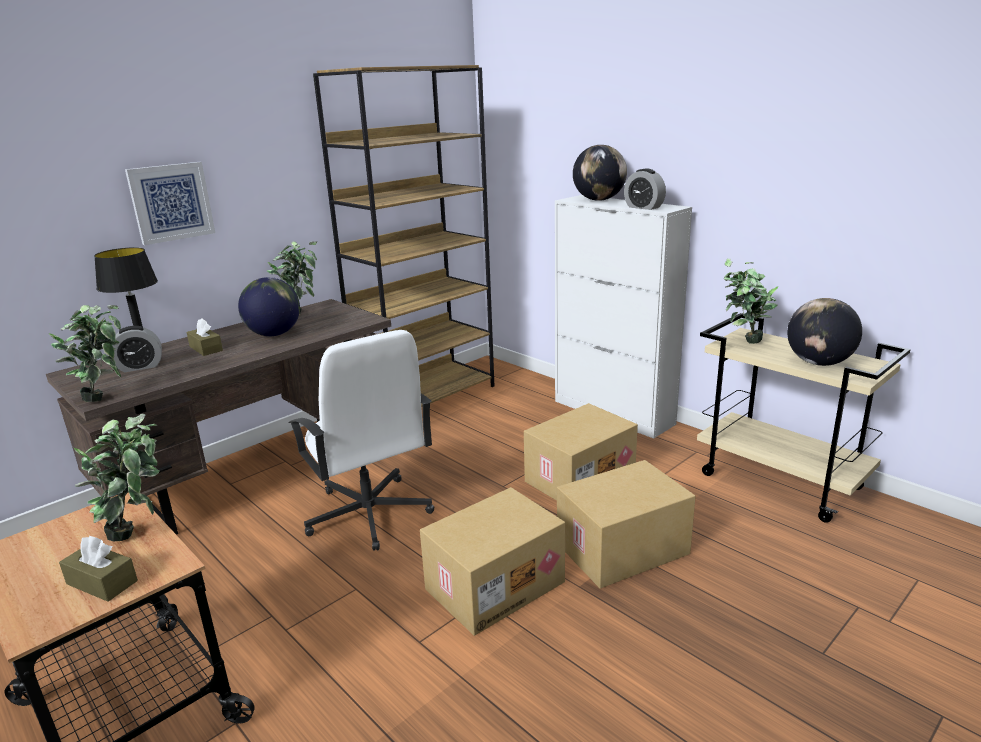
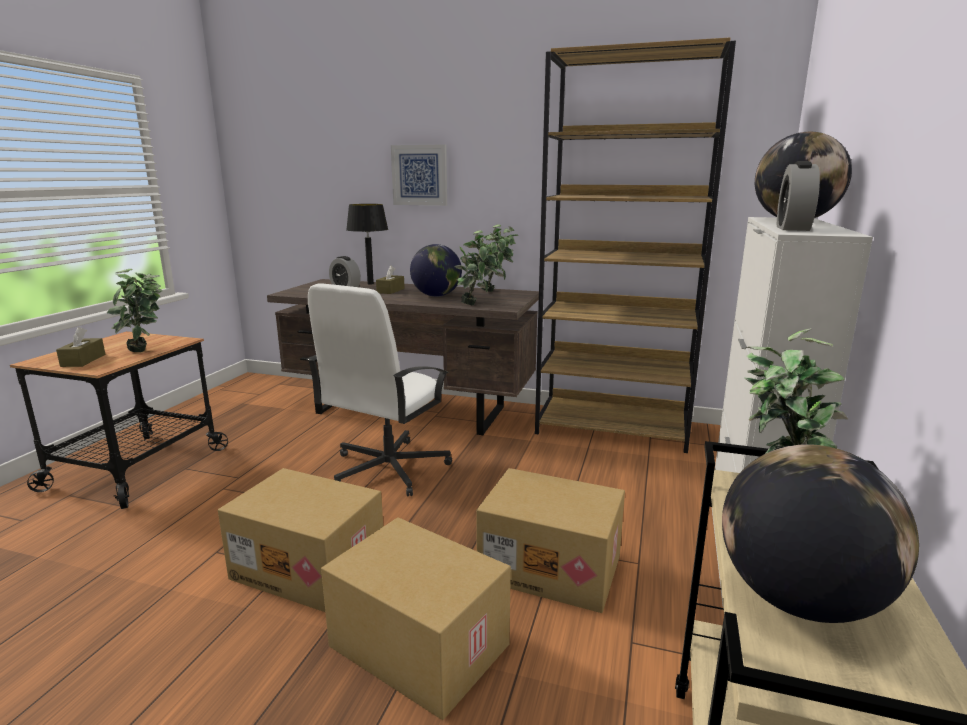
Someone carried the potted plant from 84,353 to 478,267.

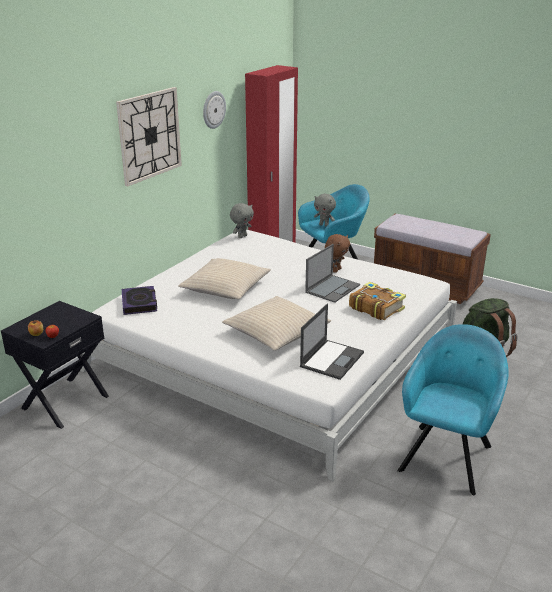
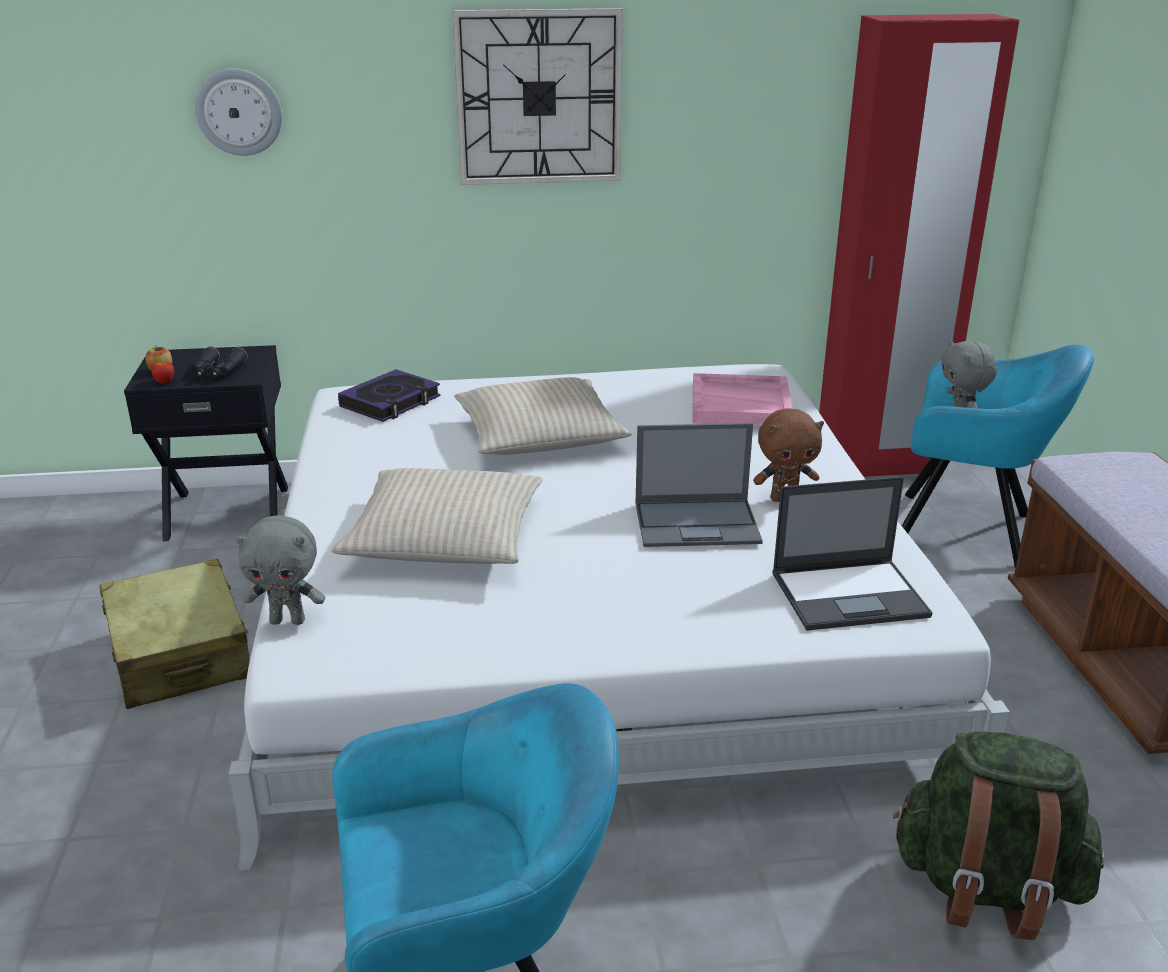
Someone took away the book at 377,301.
Someone put down the suitcase in beige at 174,634.
Someone put down the binoculars in black at 220,362.
Someone put down the tray in pink at 742,399.
Someone carried the wall clock from 214,110 to 238,112.
Someone carried the plush toy in grey from 242,220 to 280,570.
Someone carried the laptop from 332,342 to 852,554.

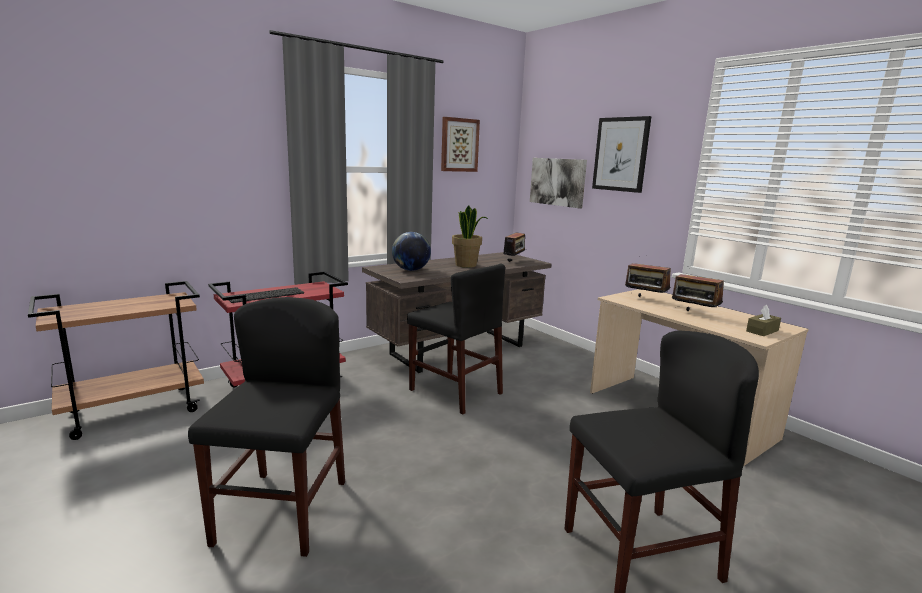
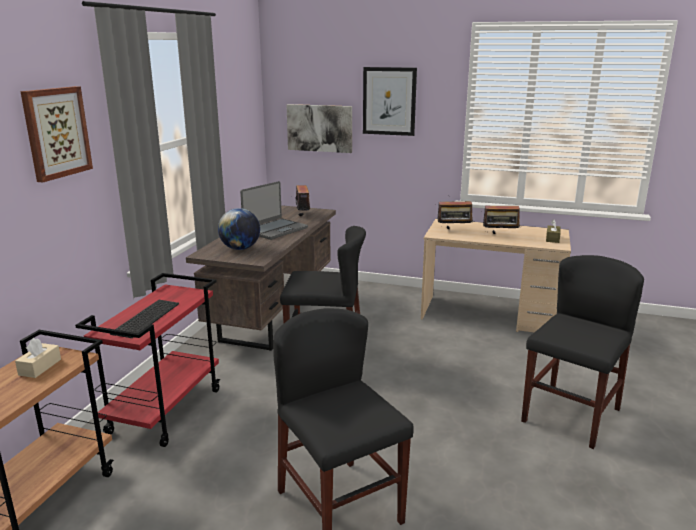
Someone put down the tissue box in beige at 38,358.
Someone carried the picture from 460,144 to 56,134.
Someone swapped the potted plant at 470,237 for the laptop at 274,210.

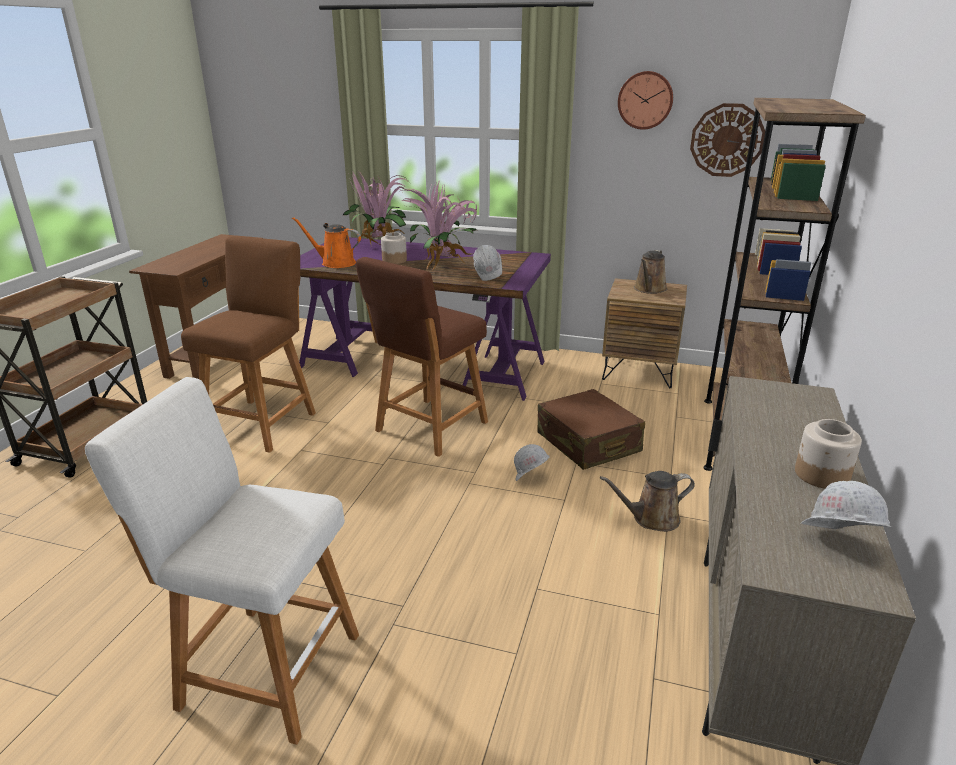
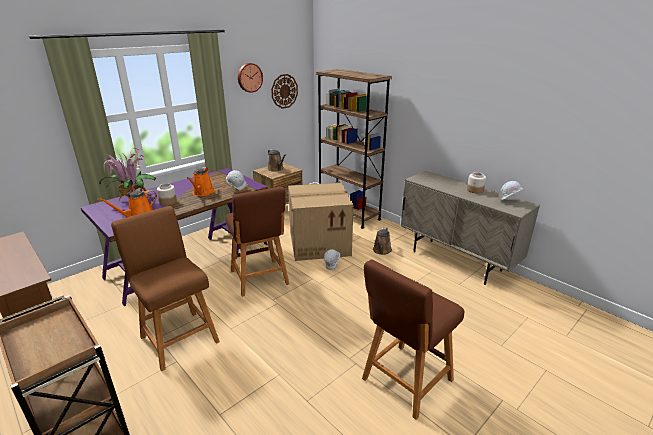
Someone swapped the potted plant at 438,225 for the watering can in orange at 201,181.
Someone swapped the suitcase in brown at 591,429 for the cardboard box at 321,221.
Someone repainted the stool in white at 222,561, which became the stool in brown at 413,340.

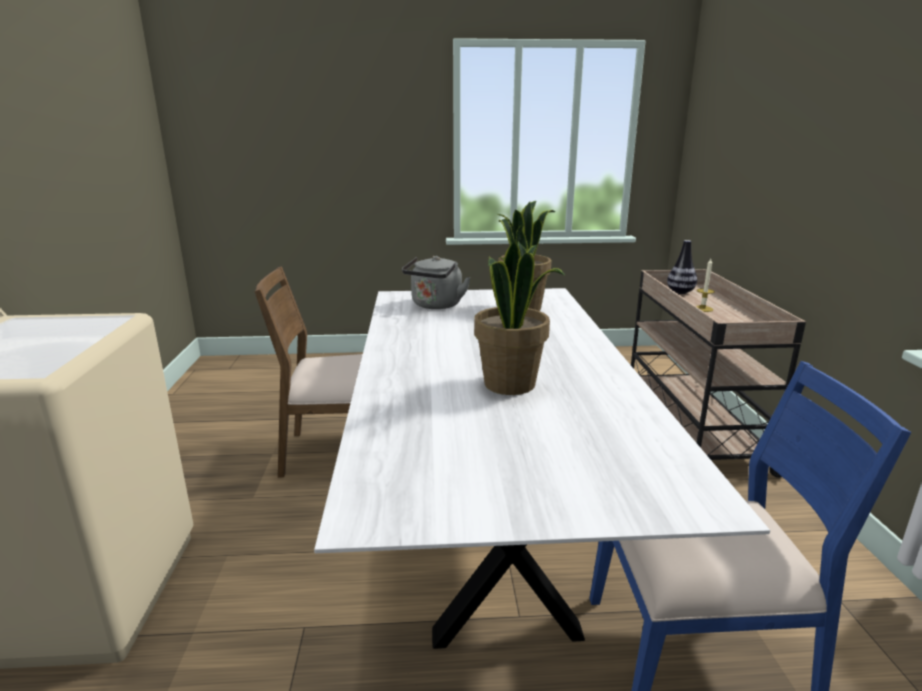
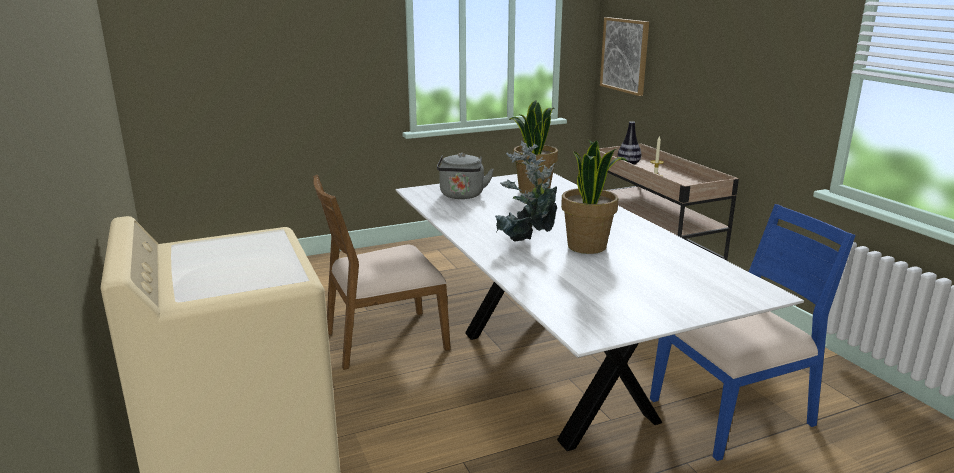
Someone put down the potted plant at 526,191.
Someone put up the picture at 624,56.

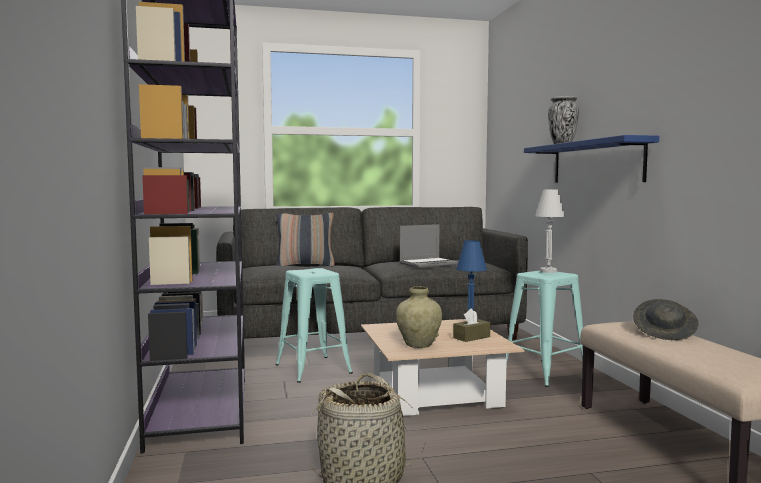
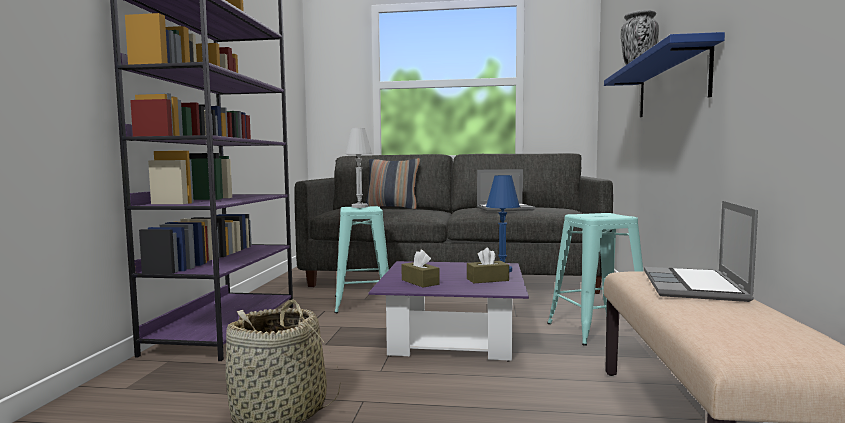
Someone carried the table lamp in white from 550,231 to 358,168.
Someone swapped the vase in beige at 419,317 for the tissue box in brown at 420,268.
Someone swapped the hat in grey at 666,319 for the laptop at 701,251.
Someone repainted the coffee table in beige at 443,367, which became the coffee table in purple at 448,311.

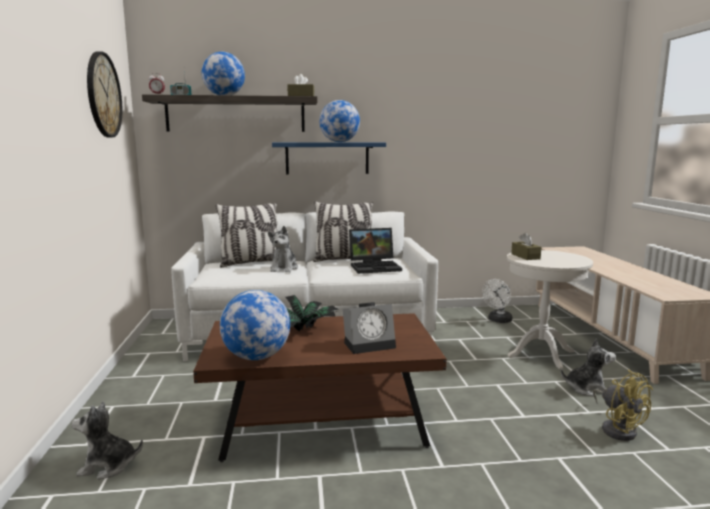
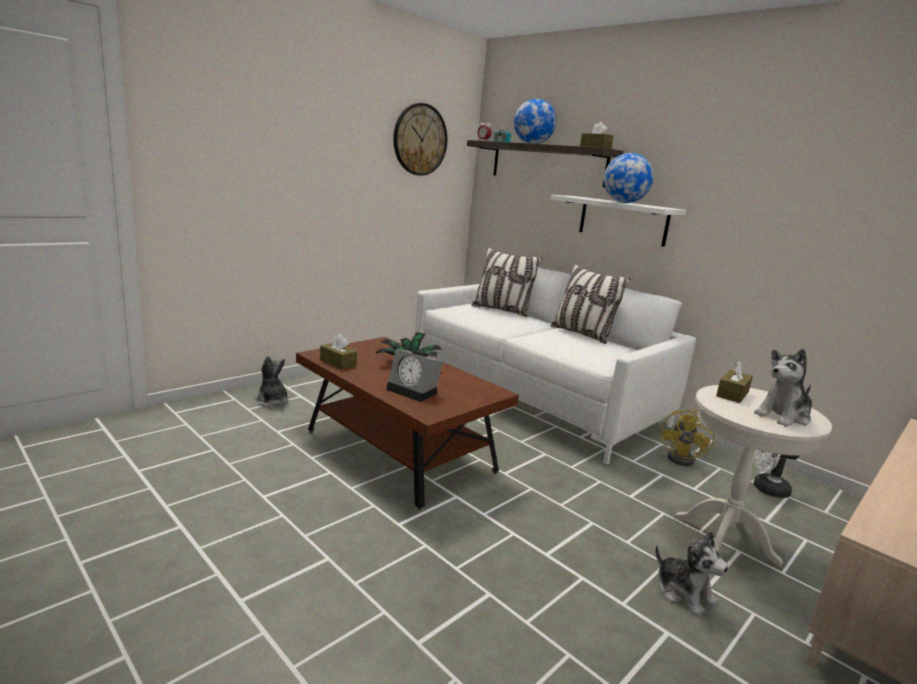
Someone took away the laptop at 375,251.
Someone carried the plush toy from 283,249 to 783,388.
Someone carried the fan in yellow from 623,405 to 687,437.
Someone swapped the globe at 255,325 for the tissue box in brown at 338,352.
Someone repainted the shelf in blue at 329,158, which became the shelf in white at 618,221.

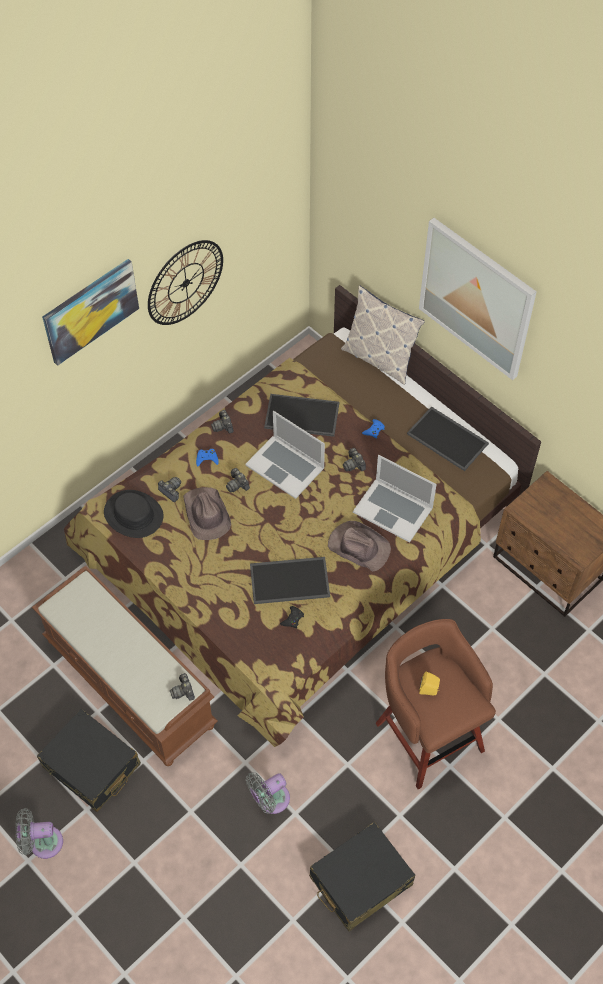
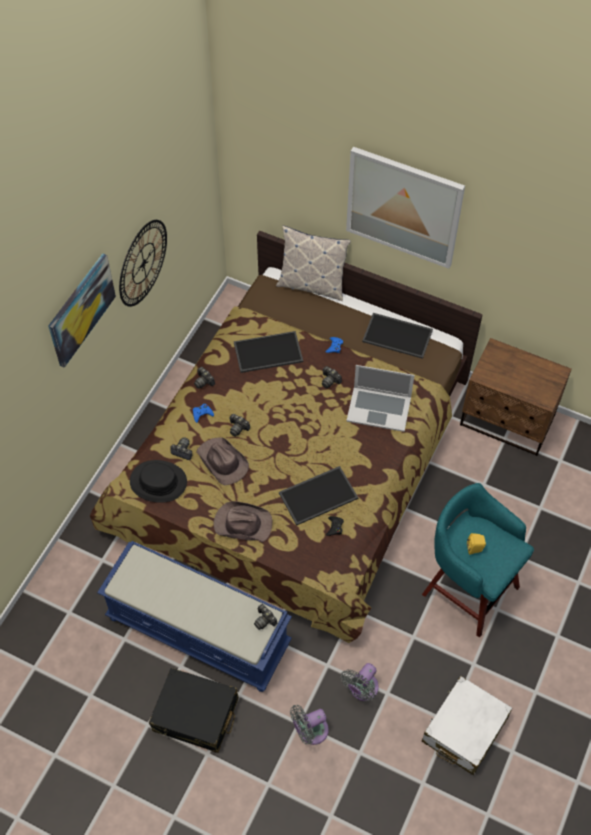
Someone took away the laptop at 285,455.
Someone carried the fan in grey from 39,833 to 309,725.
Someone carried the hat in brown from 359,546 to 242,521.
Someone repainted the bench in brown at 125,666, which became the bench in blue at 194,616.
Someone repainted the suitcase in black at 362,876, which became the suitcase in white at 467,725.
Someone repainted the stool in brown at 435,704, which became the stool in turquoise at 478,560.

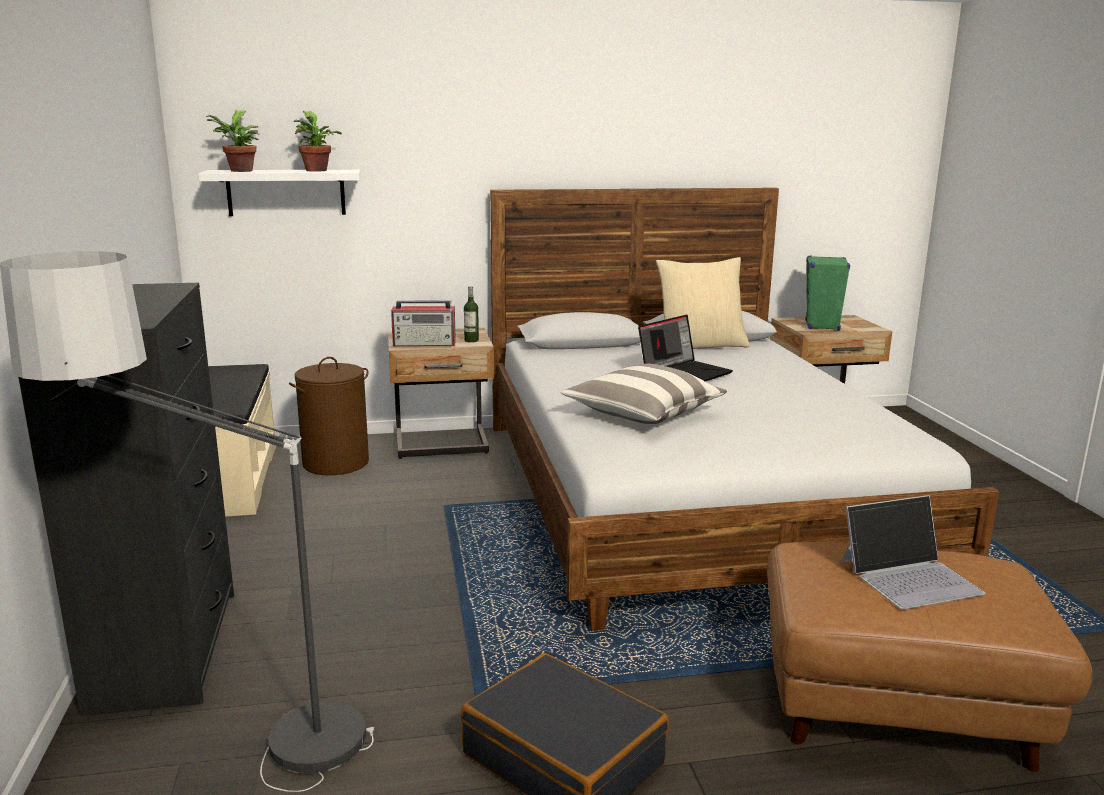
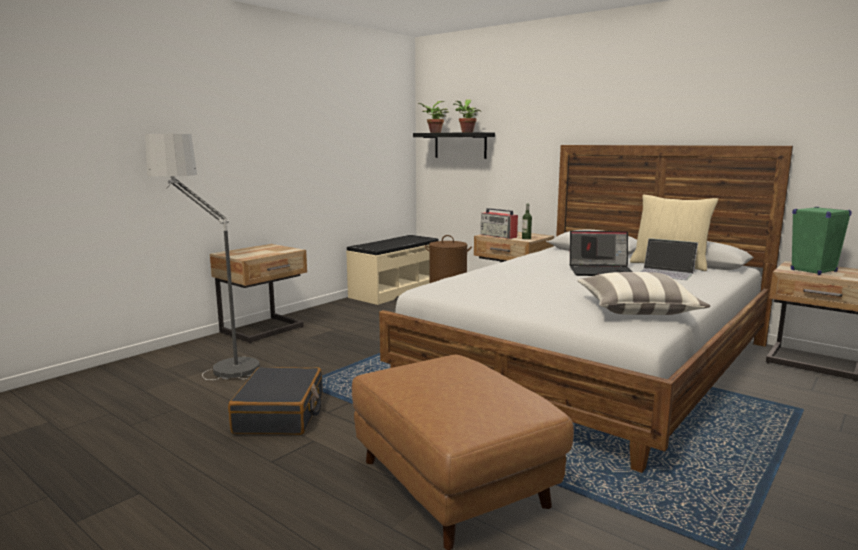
Someone carried the pillow from 644,394 to 643,293.
Someone carried the laptop from 913,552 to 669,259.
Someone swapped the dresser in black at 126,499 for the nightstand in beige at 258,294.
Someone repainted the shelf in white at 279,193, which became the shelf in black at 454,145.

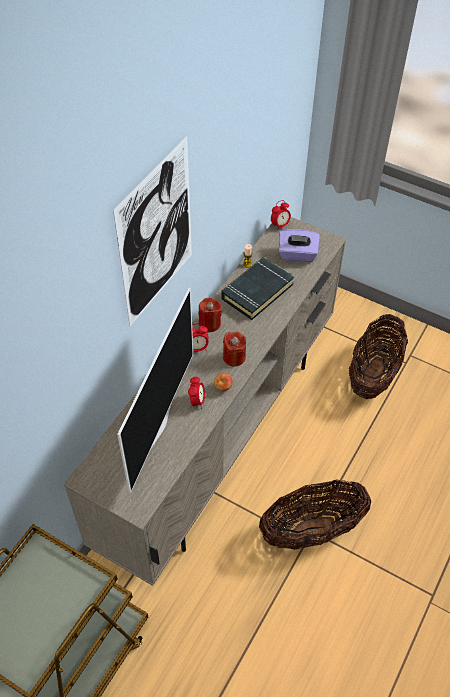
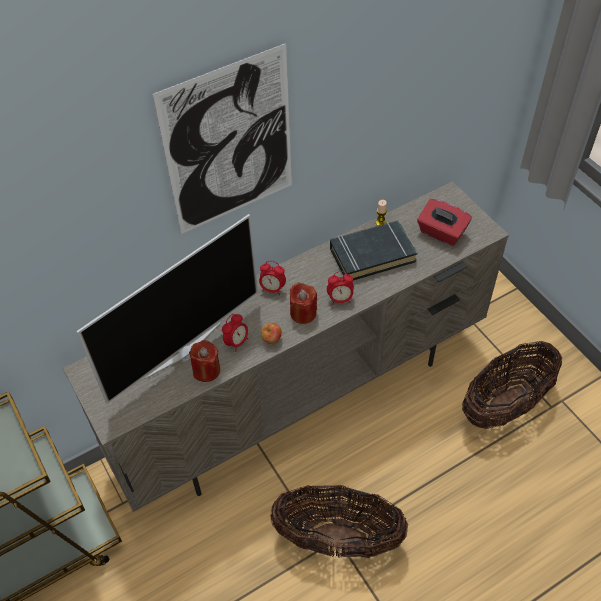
Someone carried the candle in red from 210,315 to 204,361.
Someone carried the alarm clock from 281,215 to 340,288.
Someone repainted the tissue box in purple at 299,245, which became the tissue box in red at 444,222.

